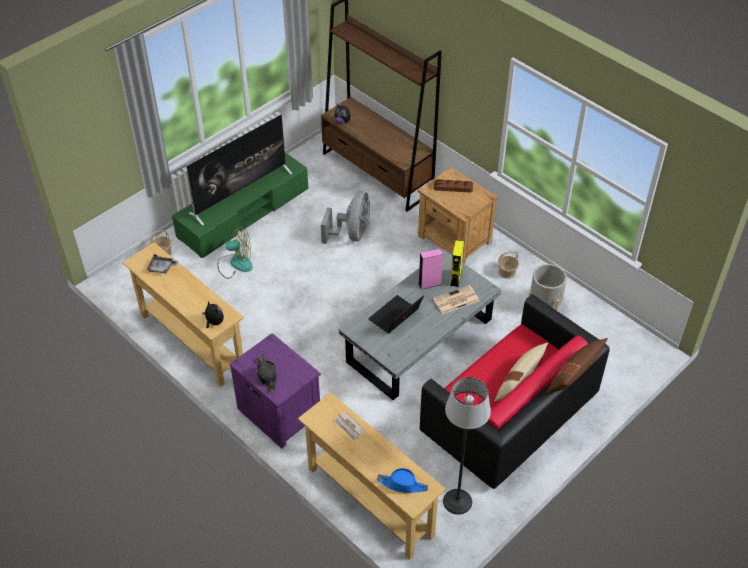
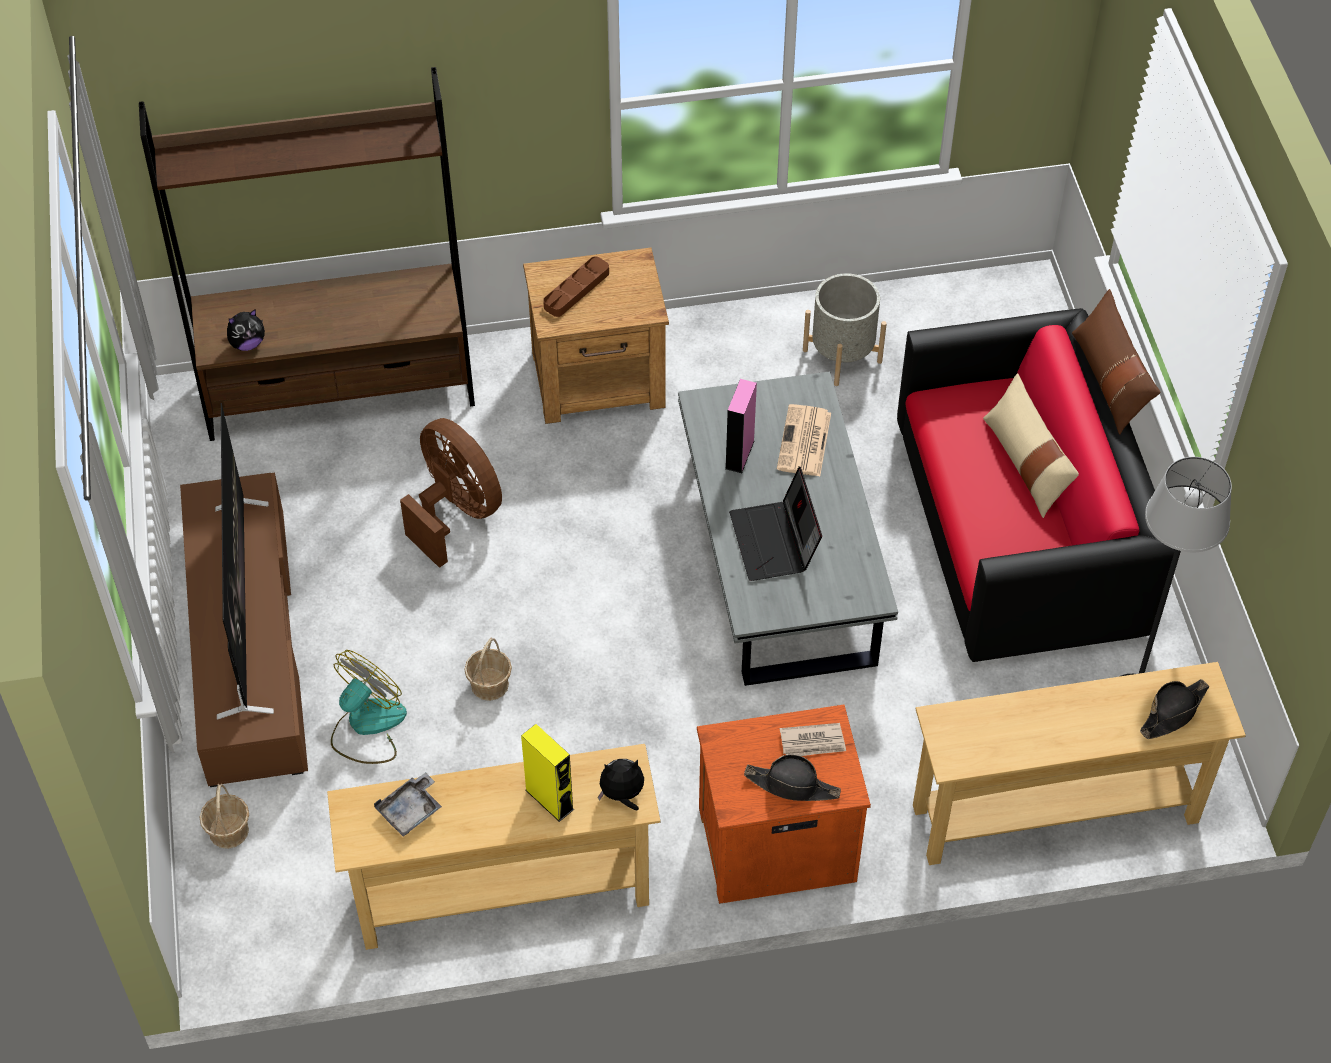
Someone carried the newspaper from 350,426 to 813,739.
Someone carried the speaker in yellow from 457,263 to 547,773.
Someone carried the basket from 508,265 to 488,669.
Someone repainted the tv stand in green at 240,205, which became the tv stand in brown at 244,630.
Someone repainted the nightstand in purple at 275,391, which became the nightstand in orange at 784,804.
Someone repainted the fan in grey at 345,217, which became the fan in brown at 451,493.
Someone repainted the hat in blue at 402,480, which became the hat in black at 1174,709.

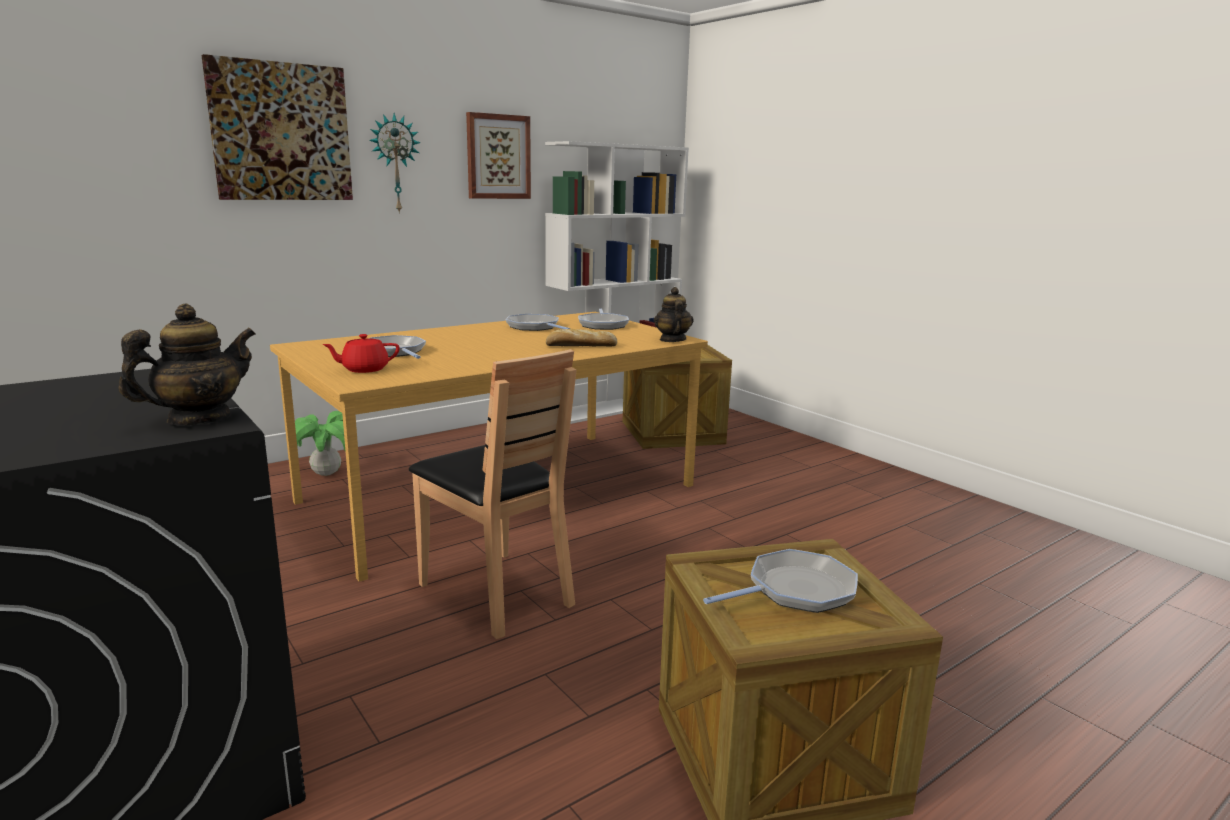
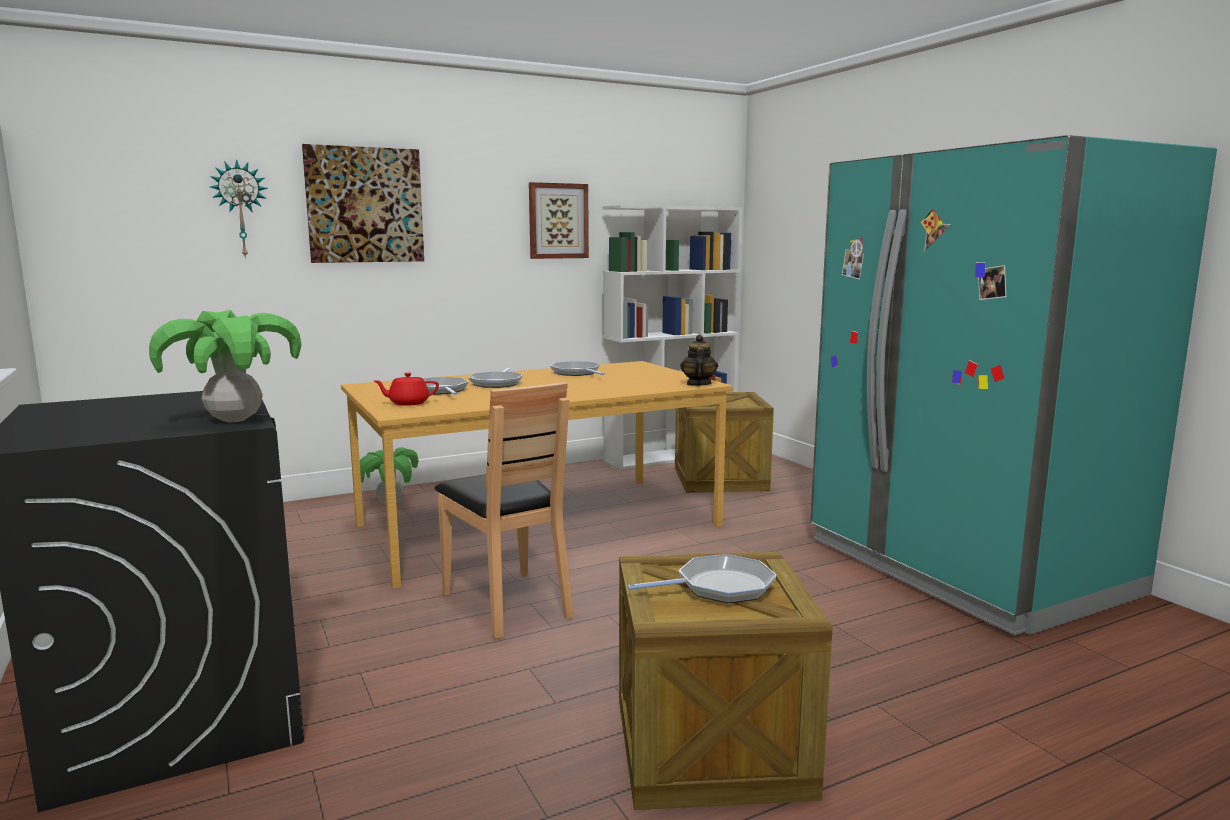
Someone took away the bread at 581,337.
Someone put down the fridge in turquoise at 1013,385.
Someone carried the wall clock from 395,163 to 239,209.
Someone carried the frying pan from 603,319 to 495,377.
Someone swapped the teapot at 187,364 for the potted plant at 225,366.

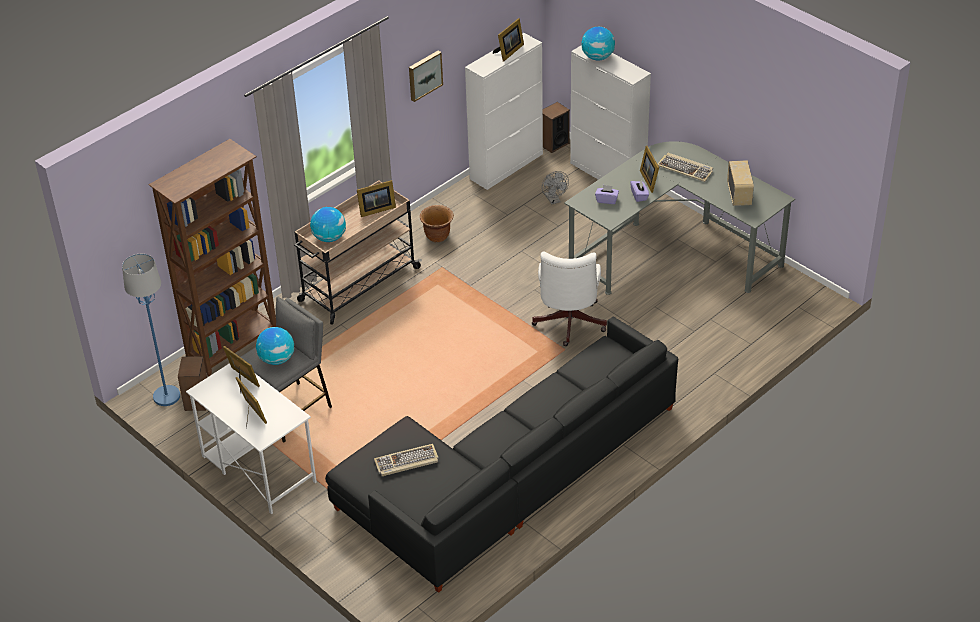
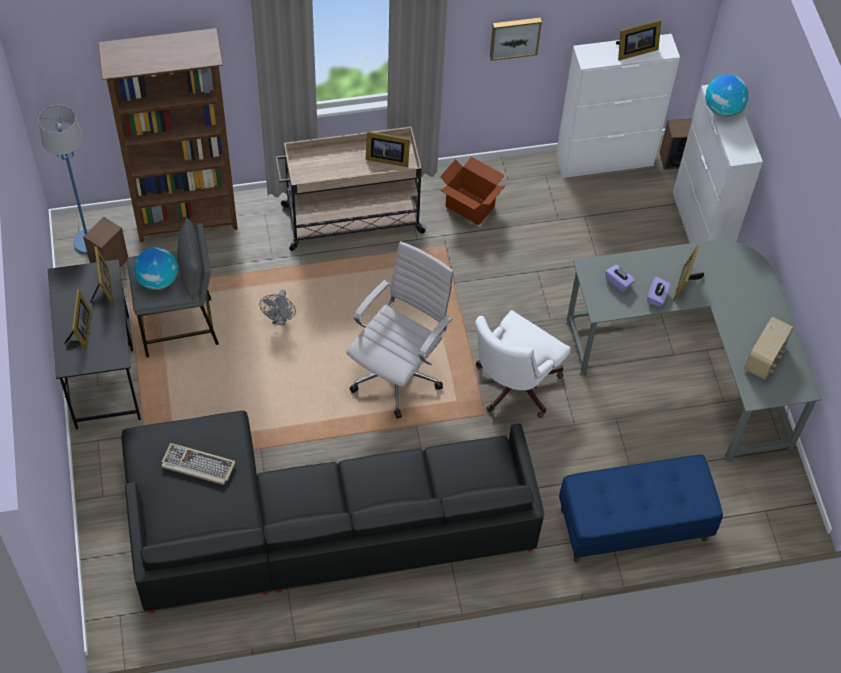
Someone took away the globe at 328,224.
Someone took away the keyboard at 685,167.
Someone put down the office chair in white at 400,330.
Someone put down the bench in blue at 641,508.
Someone carried the fan in grey from 555,188 to 277,307.
Someone swapped the planter in brown at 437,223 for the cardboard box at 472,191.
Someone repainted the desk in white at 251,438, which became the desk in black at 94,344.

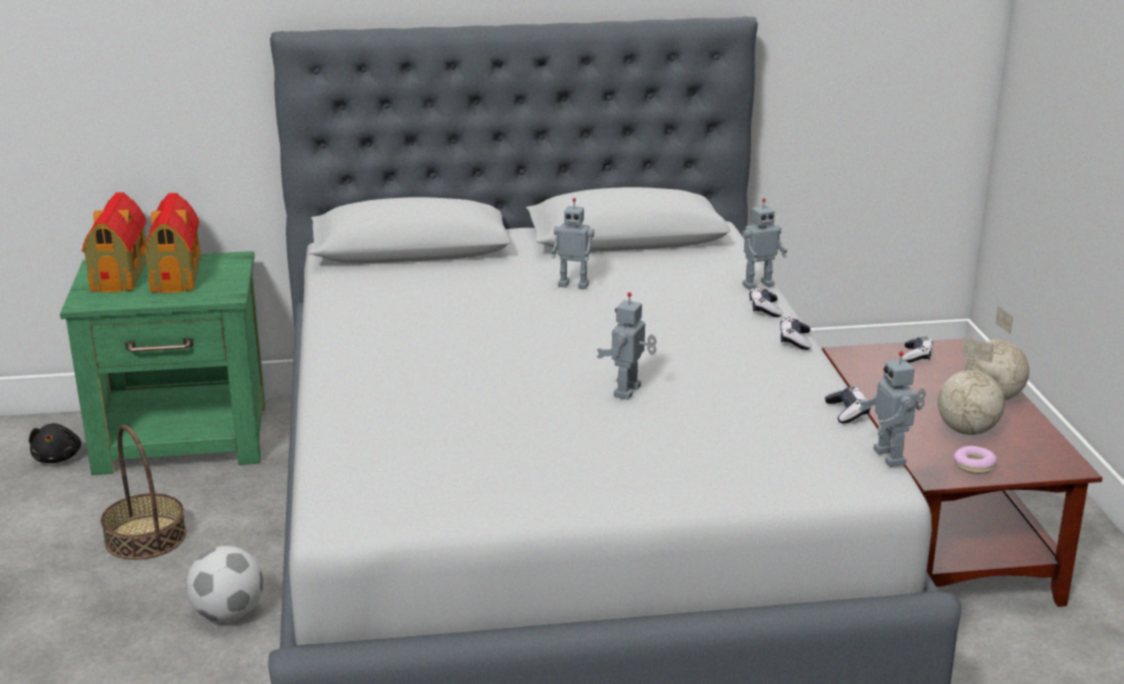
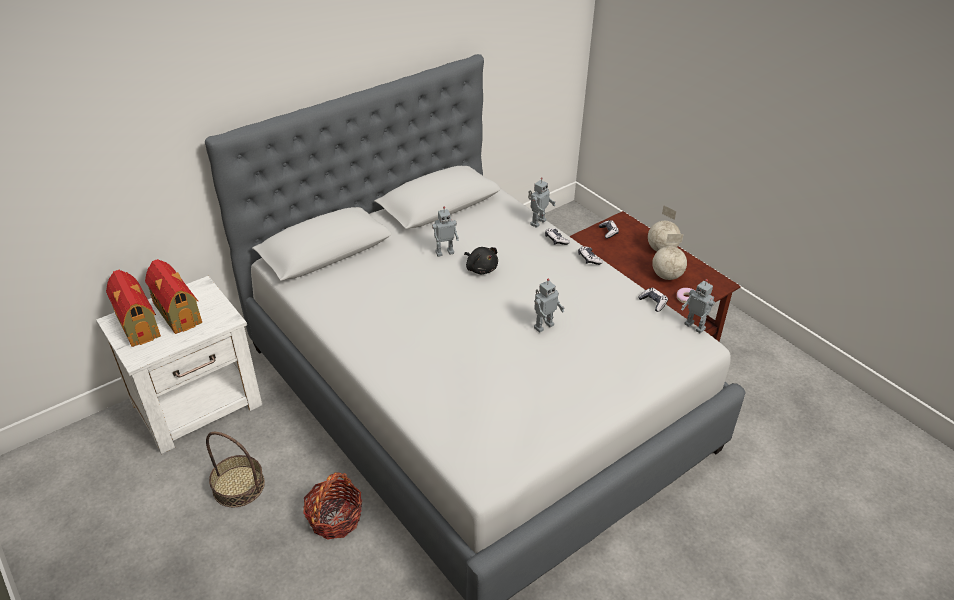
Someone carried the plush toy in black from 55,443 to 481,260.
Someone swapped the football at 224,584 for the basket at 332,506.
Someone repainted the nightstand in green at 163,363, which became the nightstand in white at 179,365.
Someone rotated the toy robot at 627,346 by 120 degrees counterclockwise.

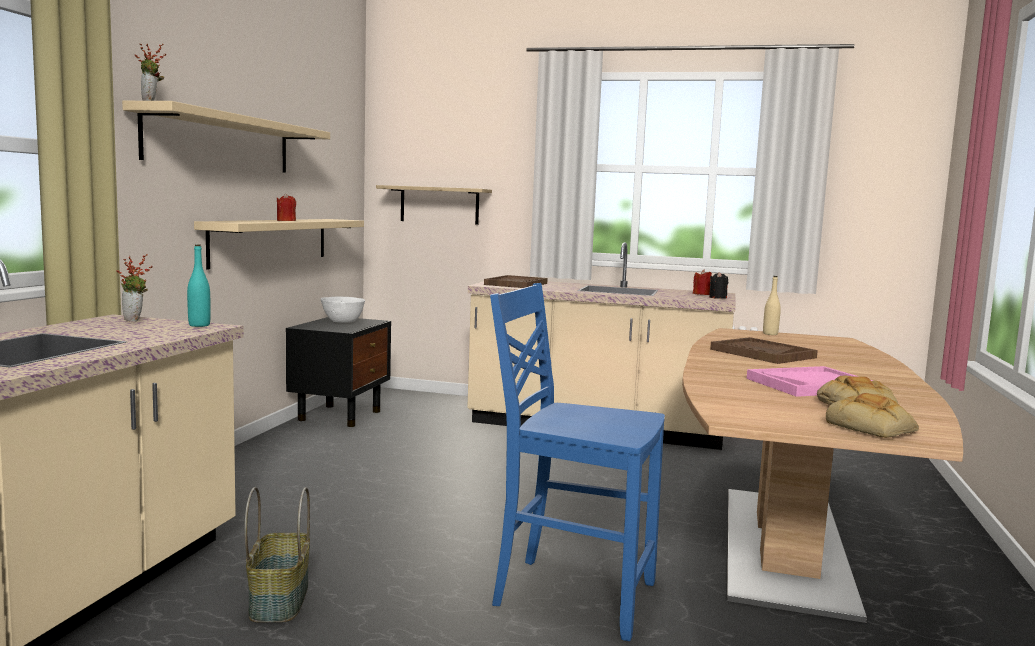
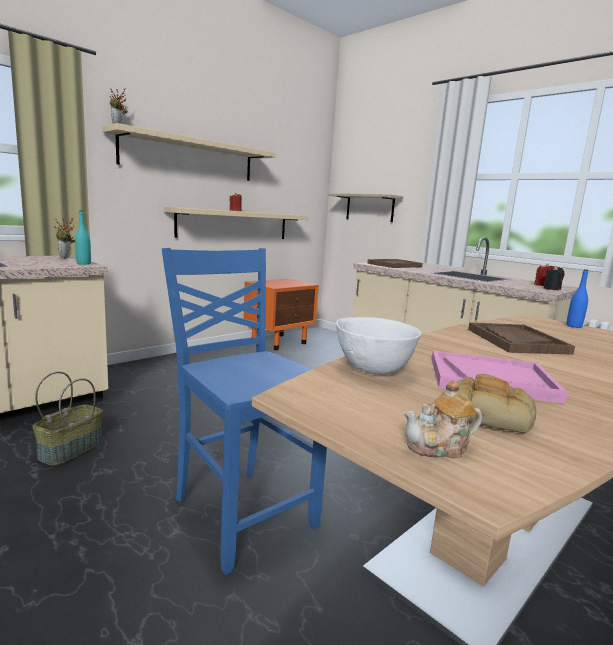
Someone carried the bowl in white from 343,310 to 379,346.
Someone swapped the bread at 872,415 for the teapot at 443,419.
Someone repainted the nightstand in black at 338,372, which became the nightstand in orange at 281,314.
Someone repainted the bottle in beige at 772,305, which became the bottle in blue at 578,298.

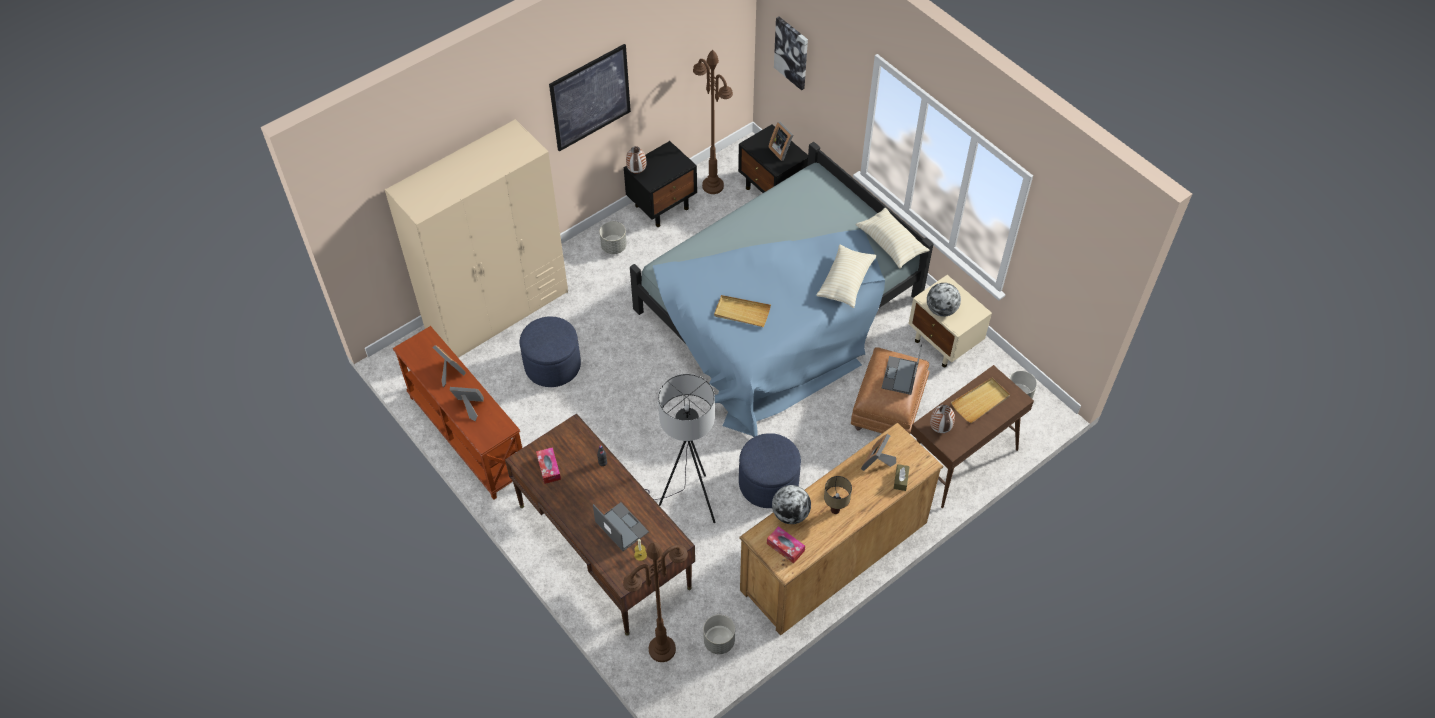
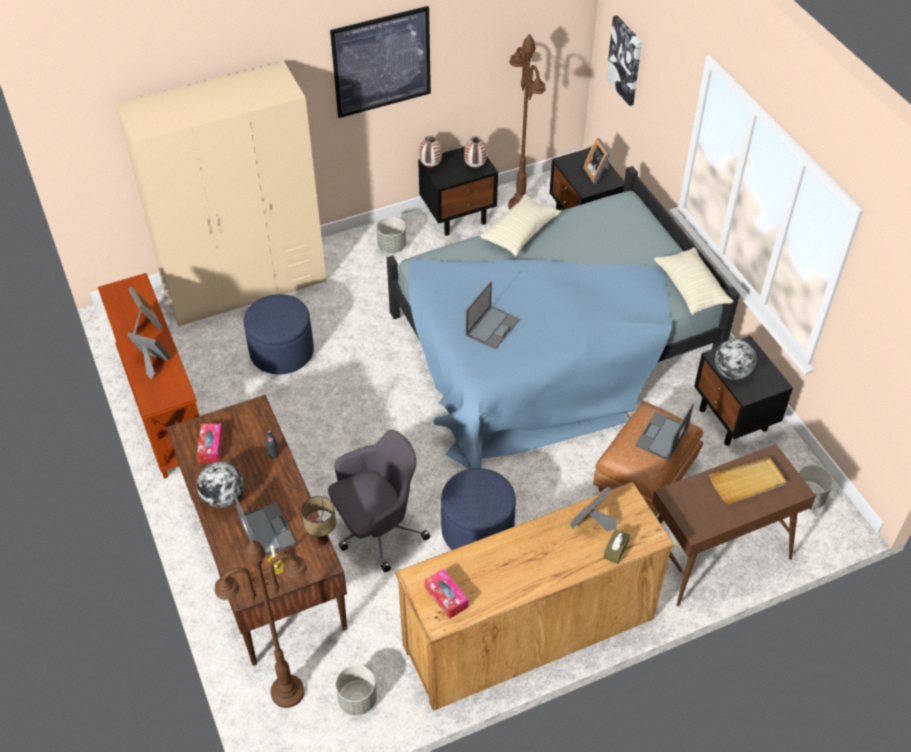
Someone carried the globe from 791,504 to 220,485.
Someone carried the pillow in beige from 846,276 to 520,225.
Someone carried the table lamp from 838,495 to 319,520.
Someone carried the vase from 942,419 to 475,152.
Someone swapped the floor lamp in grey at 680,448 for the office chair in grey at 379,501.
Someone swapped the tray in beige at 742,311 for the laptop at 493,315.
Someone repainted the nightstand in beige at 950,321, which became the nightstand in black at 743,391.

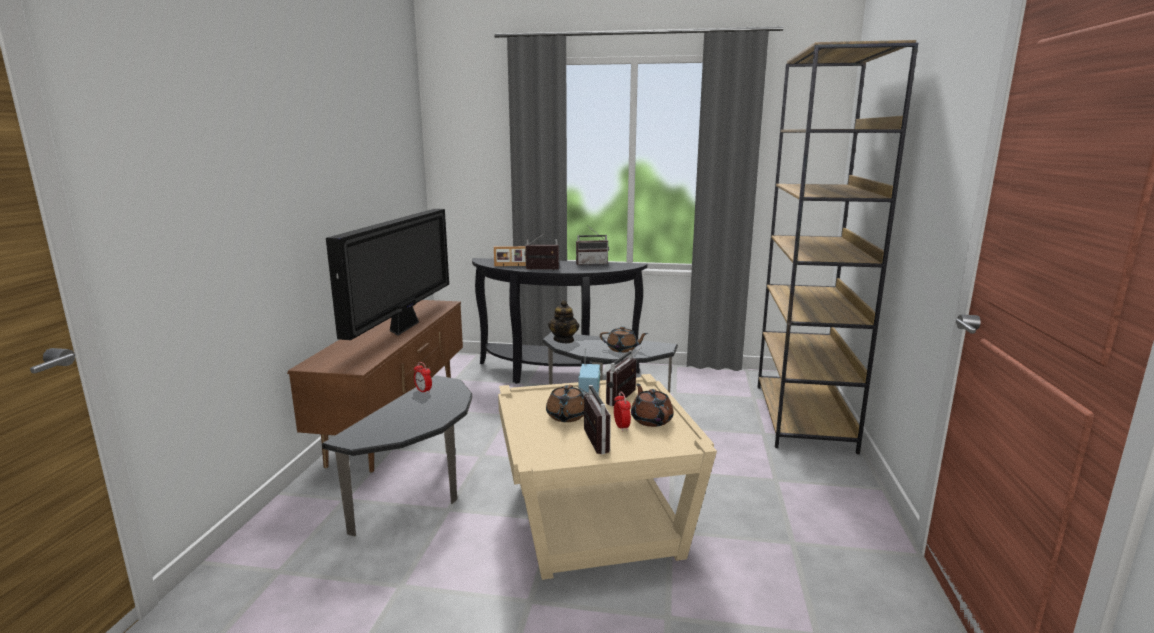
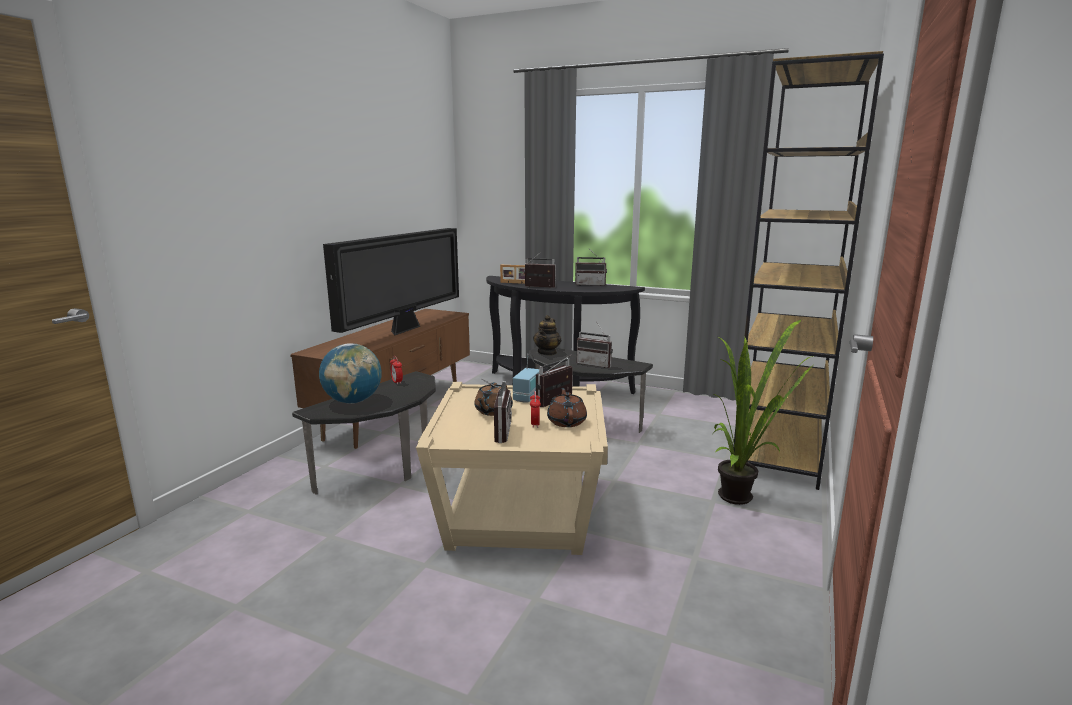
Someone put down the globe at 350,373.
Someone put down the potted plant at 763,412.
Someone swapped the teapot in brown at 624,339 for the radio at 595,345.

